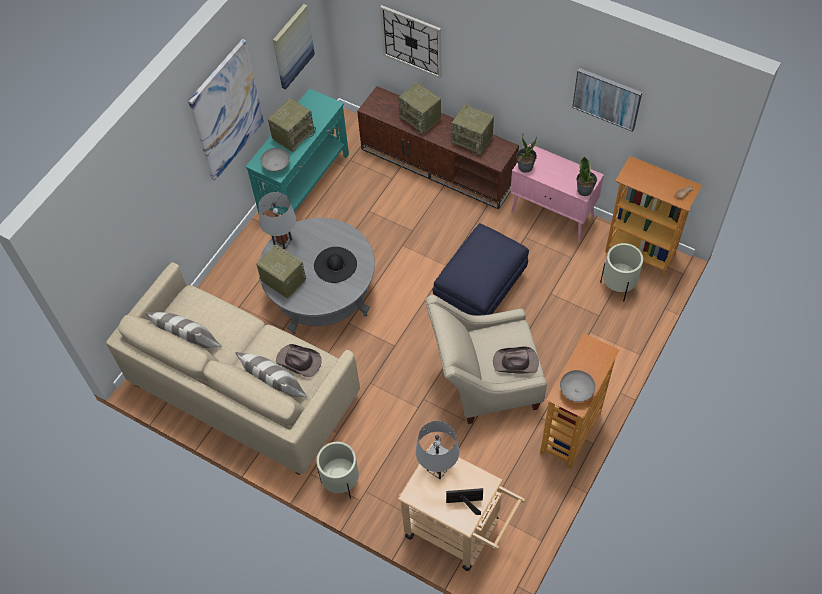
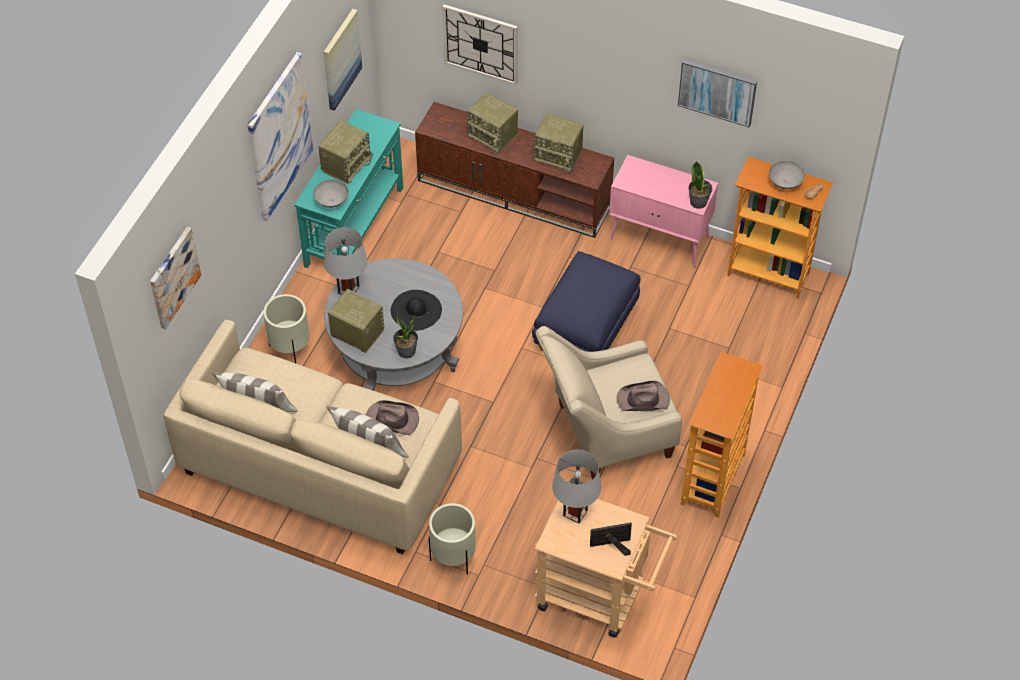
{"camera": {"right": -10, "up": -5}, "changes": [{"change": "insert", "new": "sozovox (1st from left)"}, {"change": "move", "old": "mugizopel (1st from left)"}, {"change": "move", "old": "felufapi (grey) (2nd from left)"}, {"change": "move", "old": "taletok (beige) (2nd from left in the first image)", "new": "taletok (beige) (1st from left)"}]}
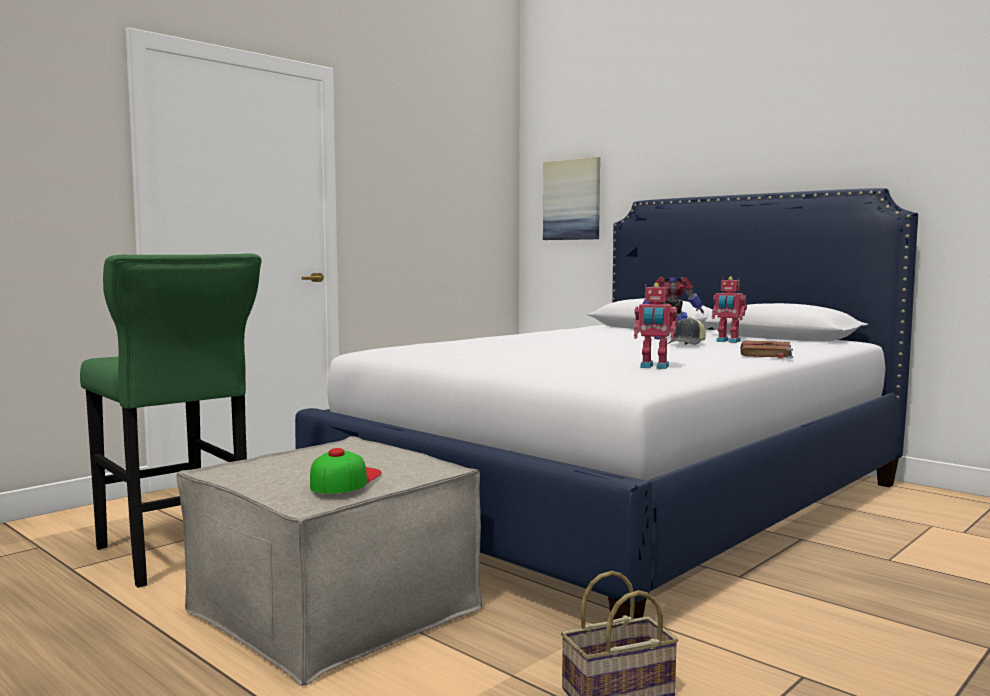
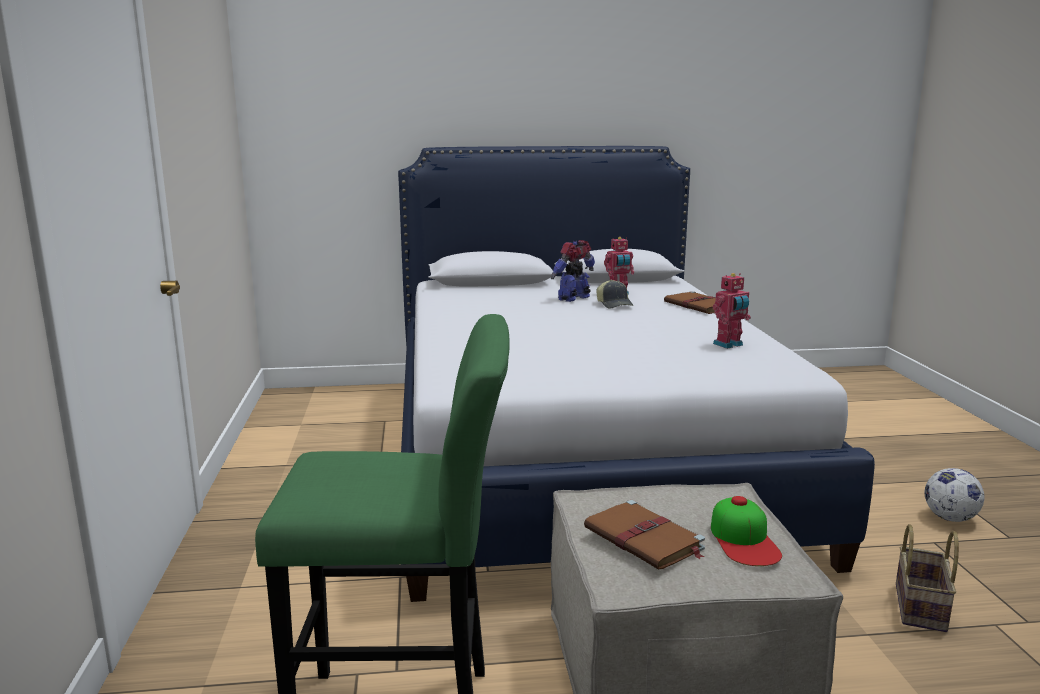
{"camera": {"right": -50, "up": 10}, "changes": [{"change": "delete", "old": "sozovox"}, {"change": "insert", "new": "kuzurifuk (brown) (1st from left)"}, {"change": "insert", "new": "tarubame"}, {"change": "rotate", "old": "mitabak (1st from left in the first image)", "degrees": -150}]}
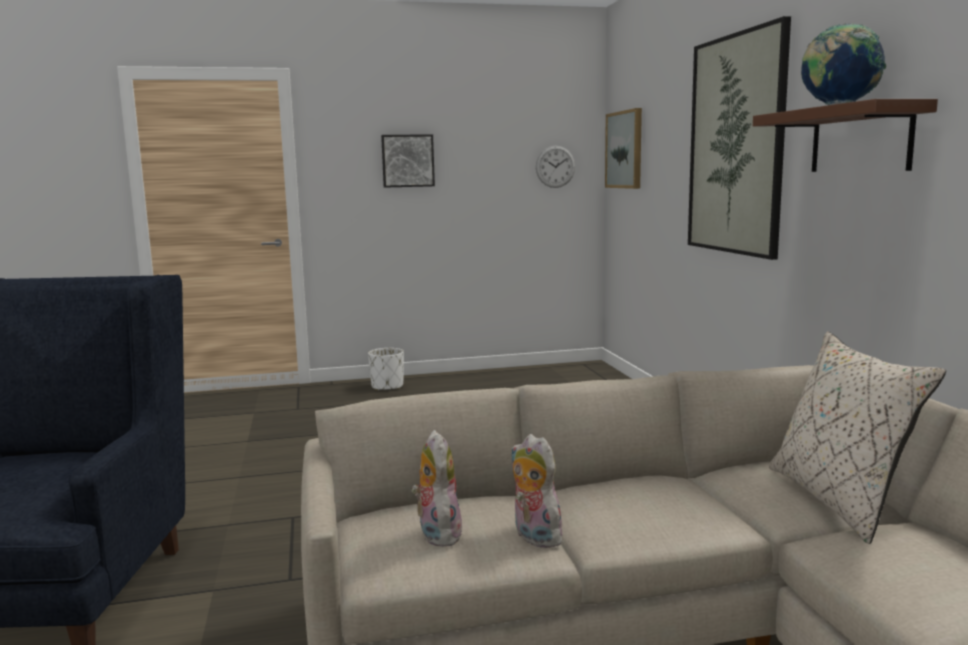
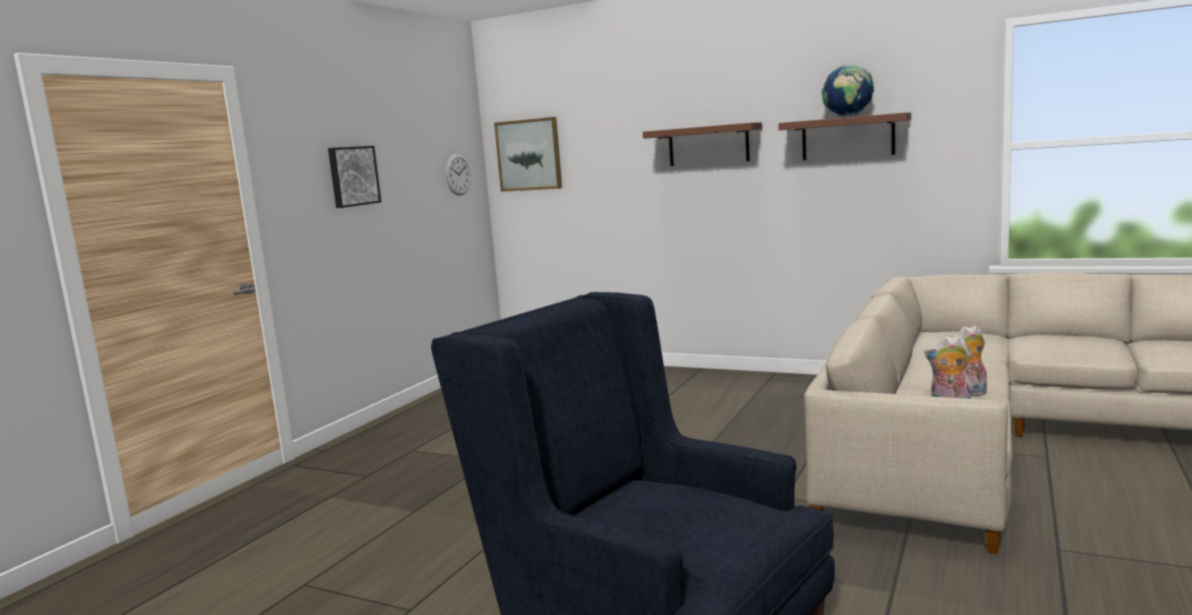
{"camera": {"right": -50, "up": 0}, "changes": [{"change": "delete", "old": "taletok (white)"}, {"change": "delete", "old": "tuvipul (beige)"}, {"change": "replace", "old": "sozovox (3rd from left)", "new": "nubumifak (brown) (1st from left)"}]}
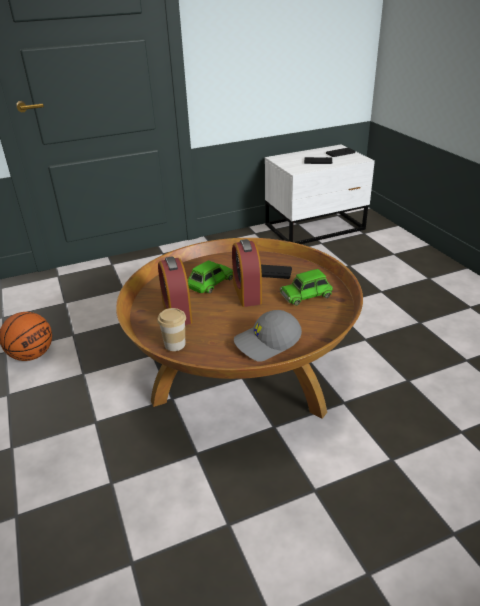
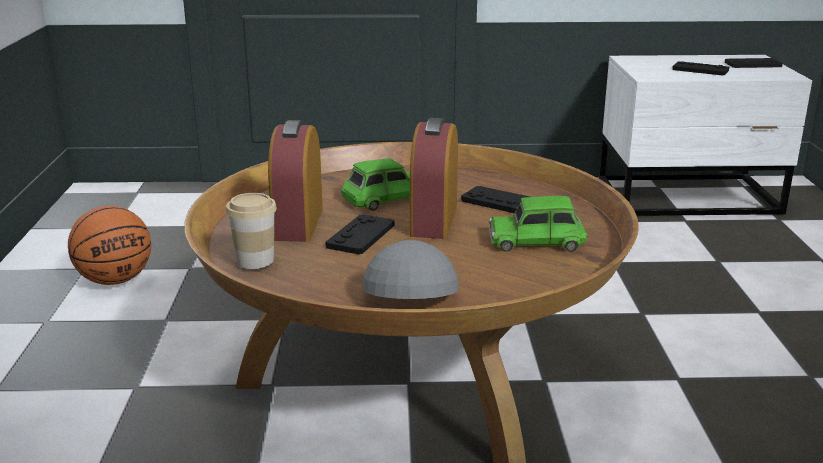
{"camera": {"right": 20, "up": -10}, "changes": [{"change": "insert", "new": "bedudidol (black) (1st from left)"}, {"change": "rotate", "old": "mitabak (grey)", "degrees": 90}]}
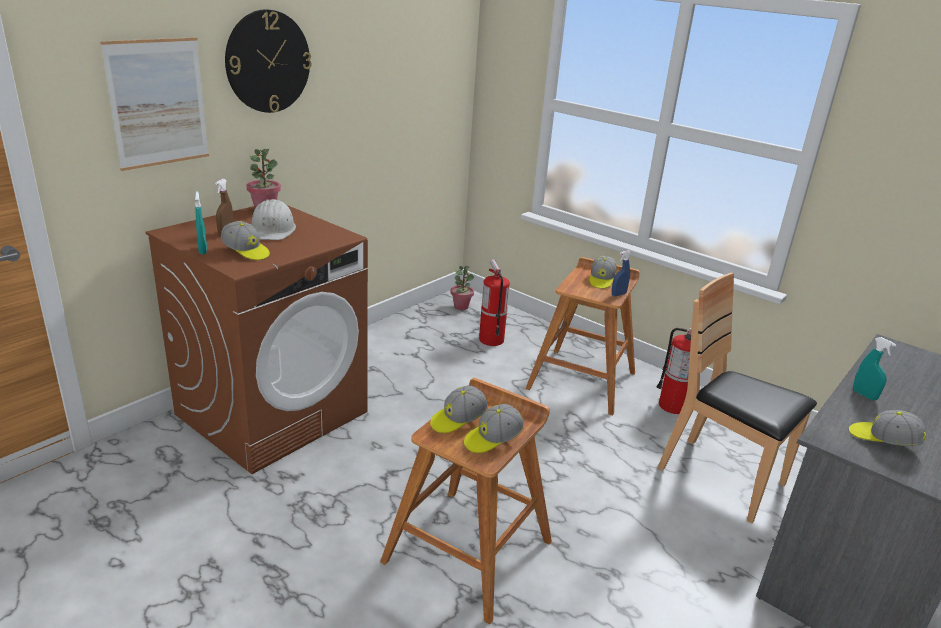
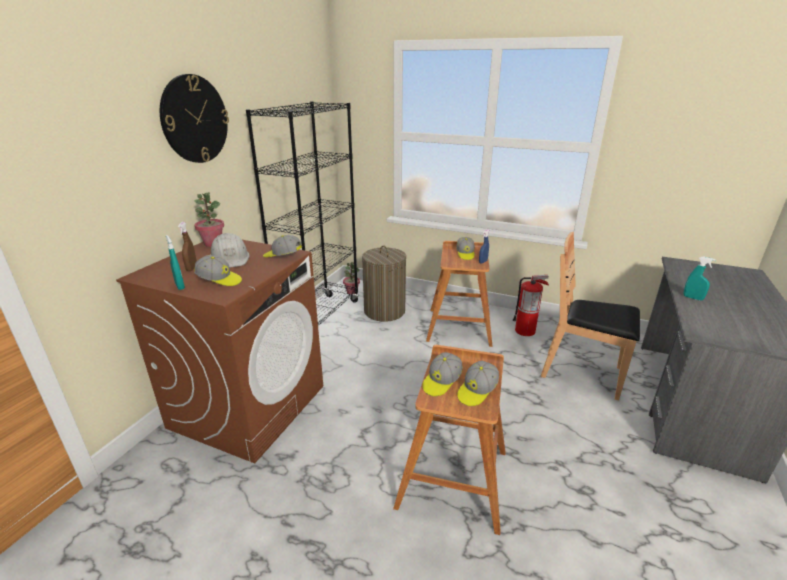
{"camera": {"right": -15, "up": 0}, "changes": [{"change": "delete", "old": "sozovox"}, {"change": "insert", "new": "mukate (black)"}, {"change": "move", "old": "mitabak (5th from left in the first image)", "new": "mitabak (2nd from left)"}, {"change": "replace", "old": "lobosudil (1st from left)", "new": "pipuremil"}]}
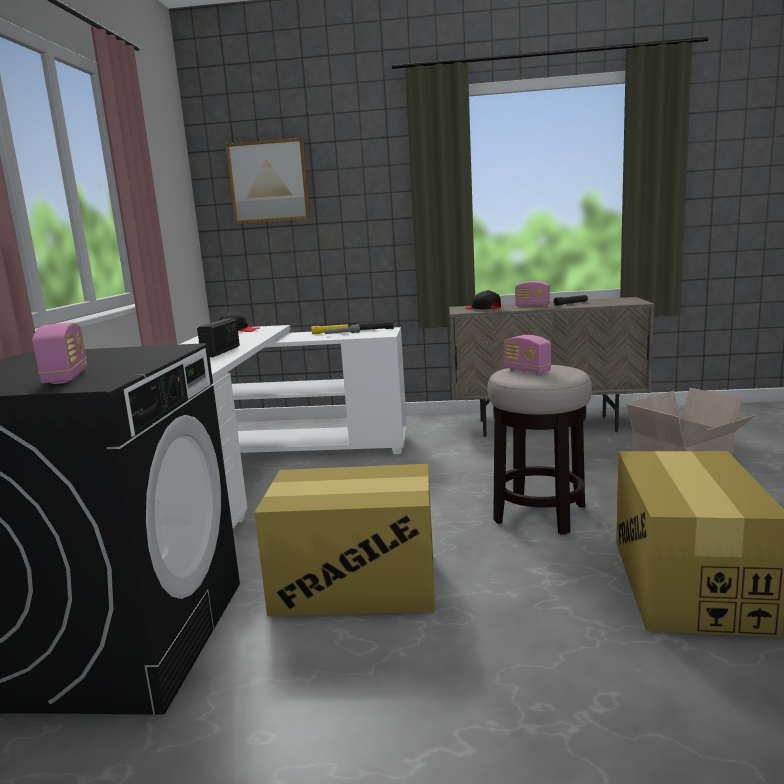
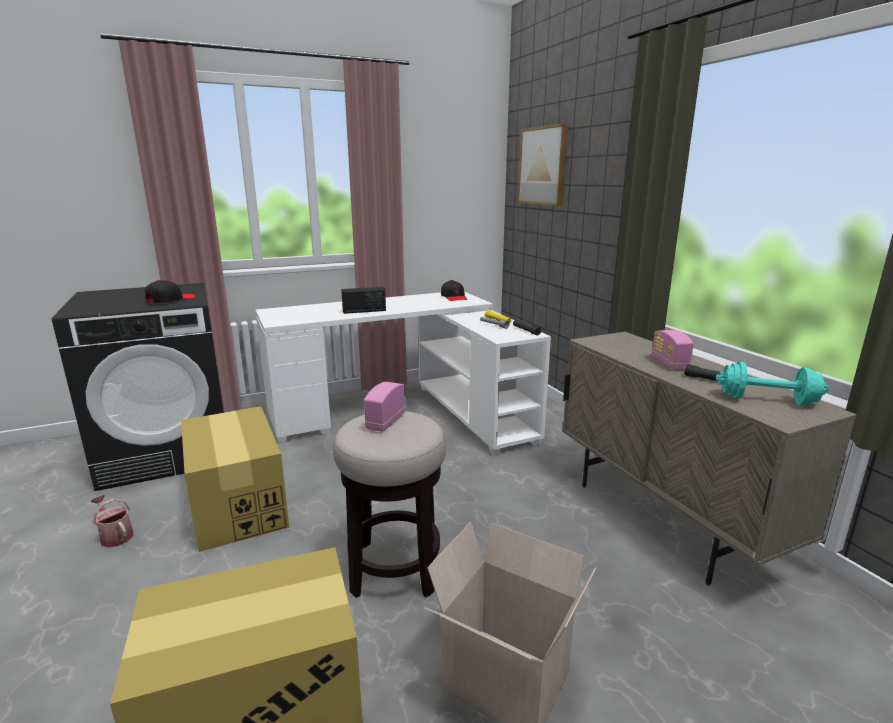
{"camera": {"right": 60, "up": 5}, "changes": [{"change": "delete", "old": "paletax (1st from left)"}, {"change": "insert", "new": "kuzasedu"}, {"change": "insert", "new": "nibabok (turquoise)"}, {"change": "move", "old": "mitabak (black) (2nd from left in the first image)", "new": "mitabak (black) (1st from left)"}]}
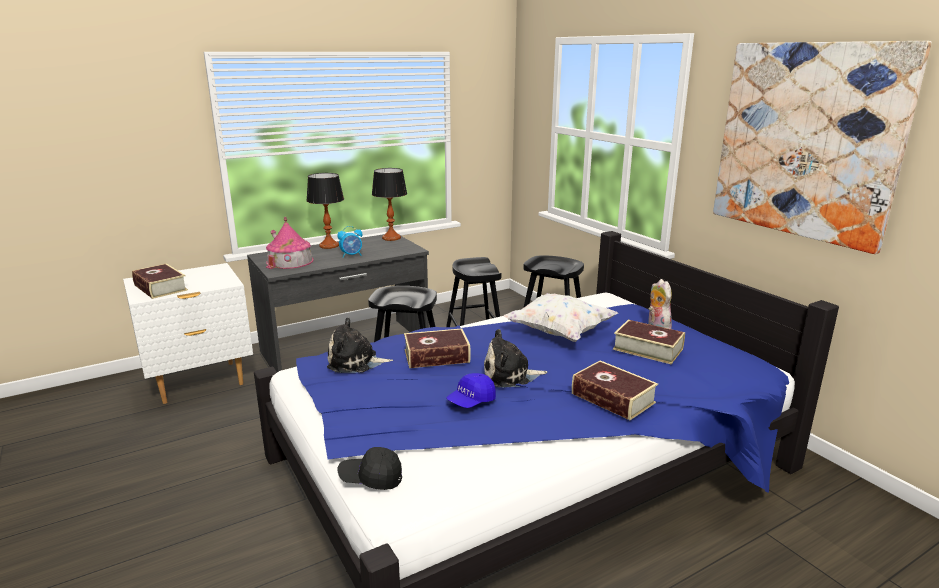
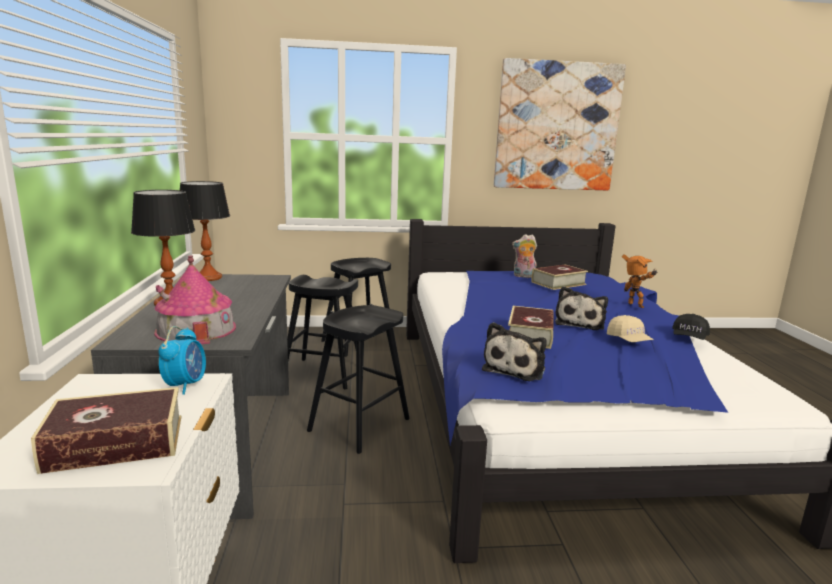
{"camera": {"right": -65, "up": -5}, "changes": [{"change": "delete", "old": "tuvipul (white)"}, {"change": "move", "old": "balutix"}, {"change": "move", "old": "mitabak (black)"}, {"change": "replace", "old": "kuzurifuk (3rd from left)", "new": "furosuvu"}, {"change": "recolor", "old": "mitabak (blue)", "new": "mitabak (beige)"}]}
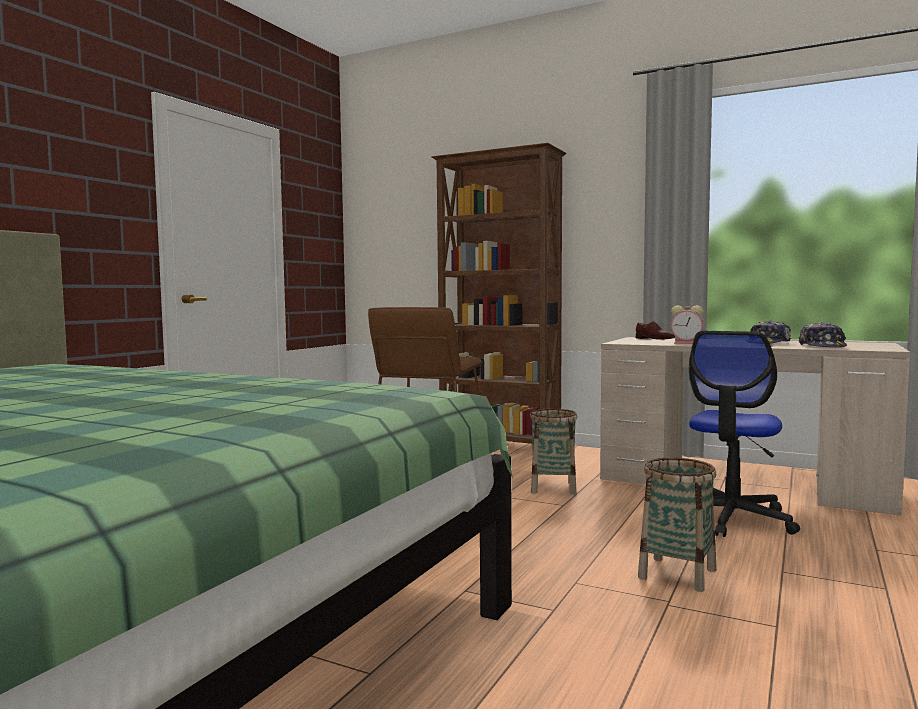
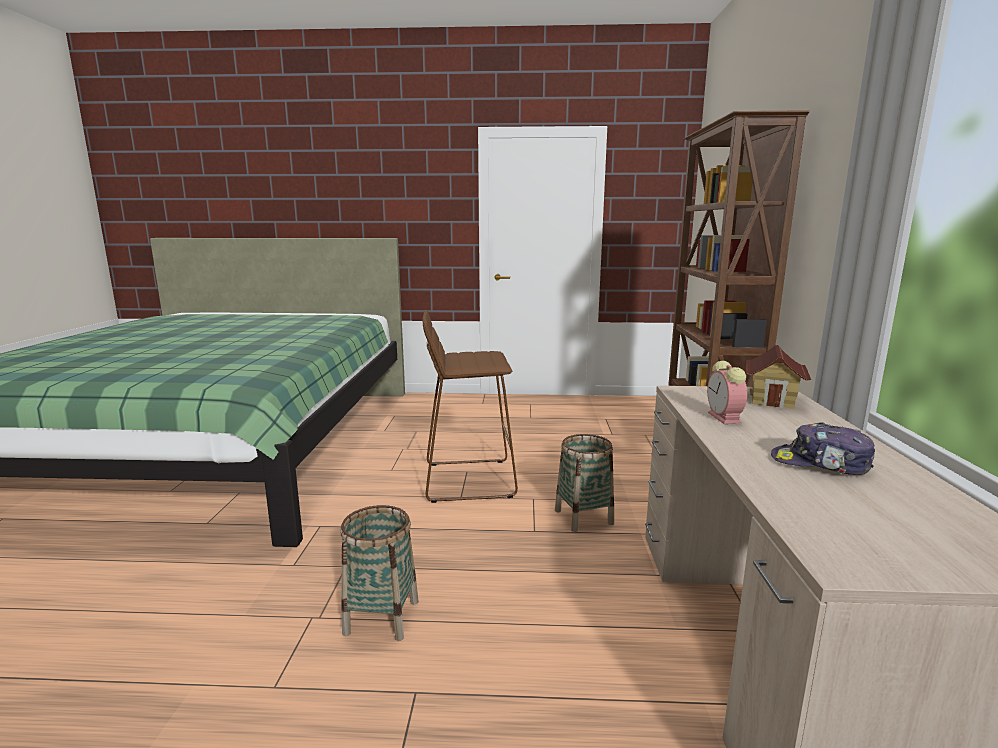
{"camera": {"right": 65, "up": 10}, "changes": [{"change": "delete", "old": "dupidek"}, {"change": "delete", "old": "mitabak (2nd from left)"}, {"change": "replace", "old": "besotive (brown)", "new": "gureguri"}]}
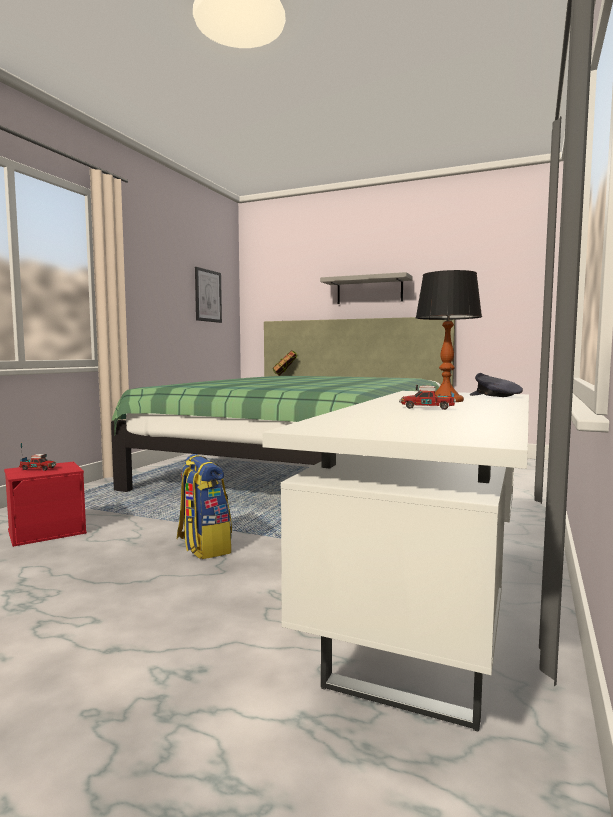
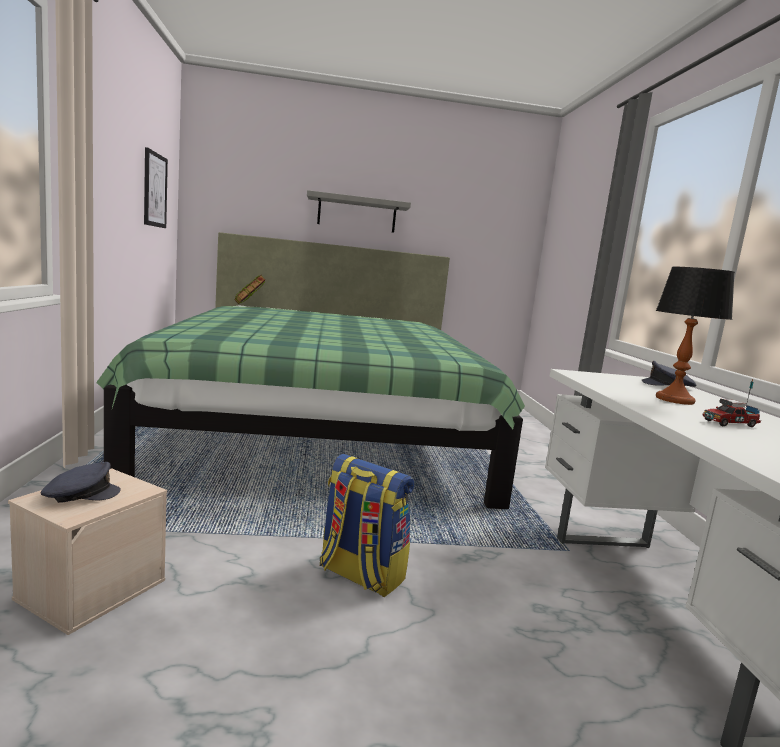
{"camera": {"right": -30, "up": 5}, "changes": [{"change": "replace", "old": "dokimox (1st from left)", "new": "mitabak (grey) (1st from left)"}, {"change": "recolor", "old": "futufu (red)", "new": "futufu (beige)"}]}
